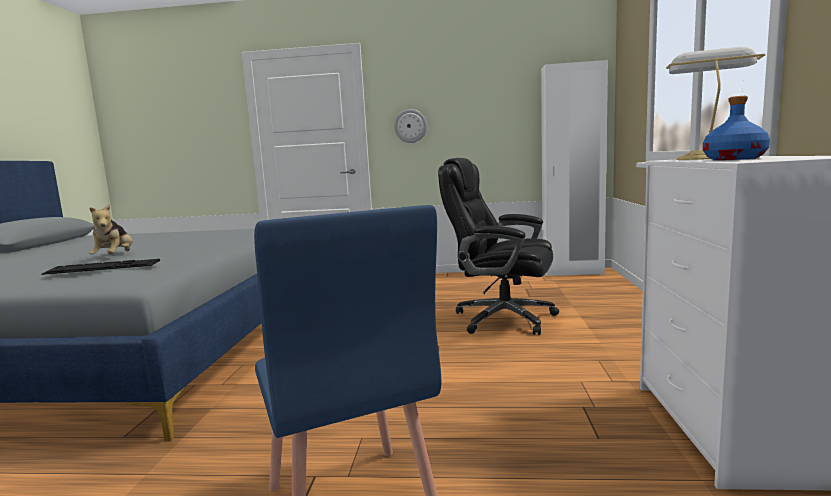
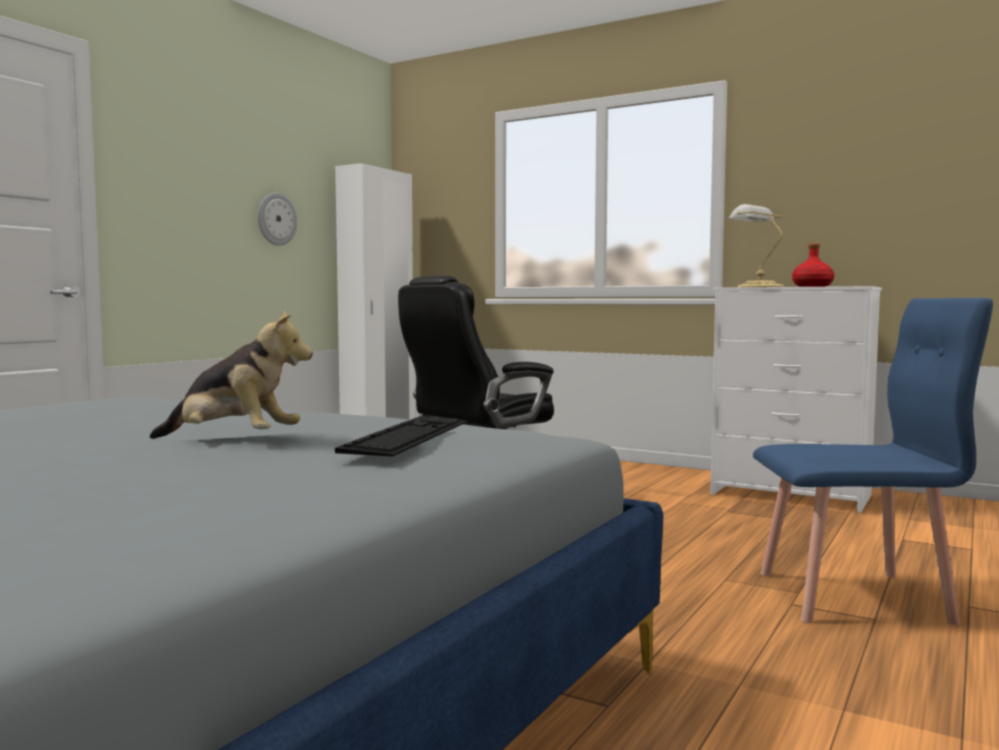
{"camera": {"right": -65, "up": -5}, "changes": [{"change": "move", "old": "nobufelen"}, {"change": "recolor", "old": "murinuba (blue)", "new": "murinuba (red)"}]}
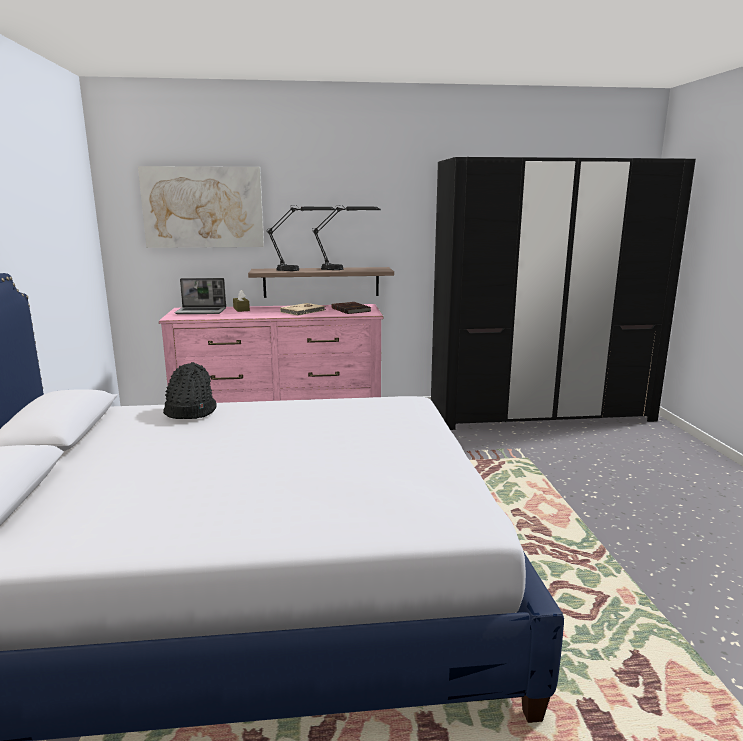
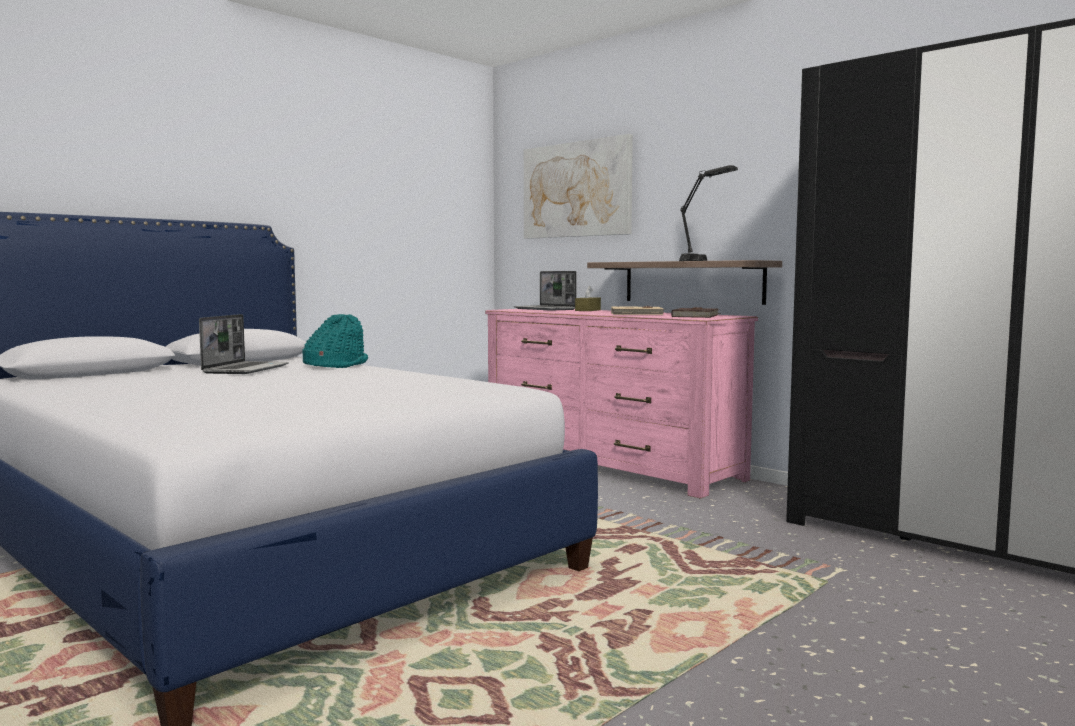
{"camera": {"right": 50, "up": -10}, "changes": [{"change": "delete", "old": "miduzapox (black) (1st from left)"}, {"change": "insert", "new": "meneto (1st from left)"}, {"change": "recolor", "old": "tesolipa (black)", "new": "tesolipa (turquoise)"}]}
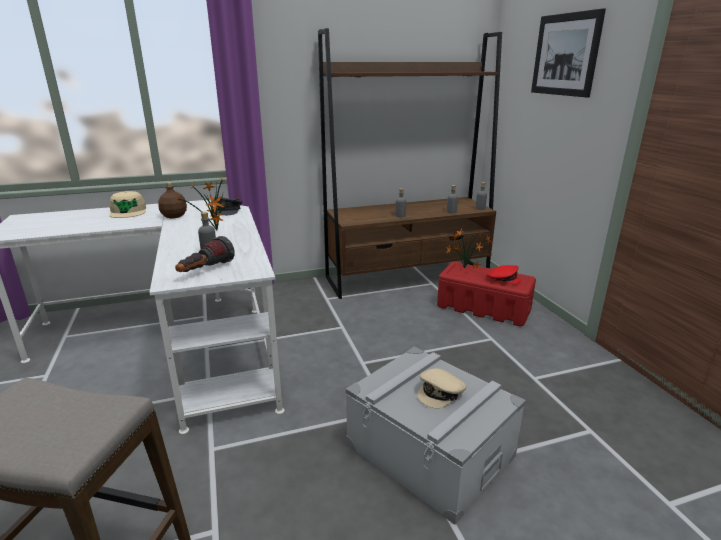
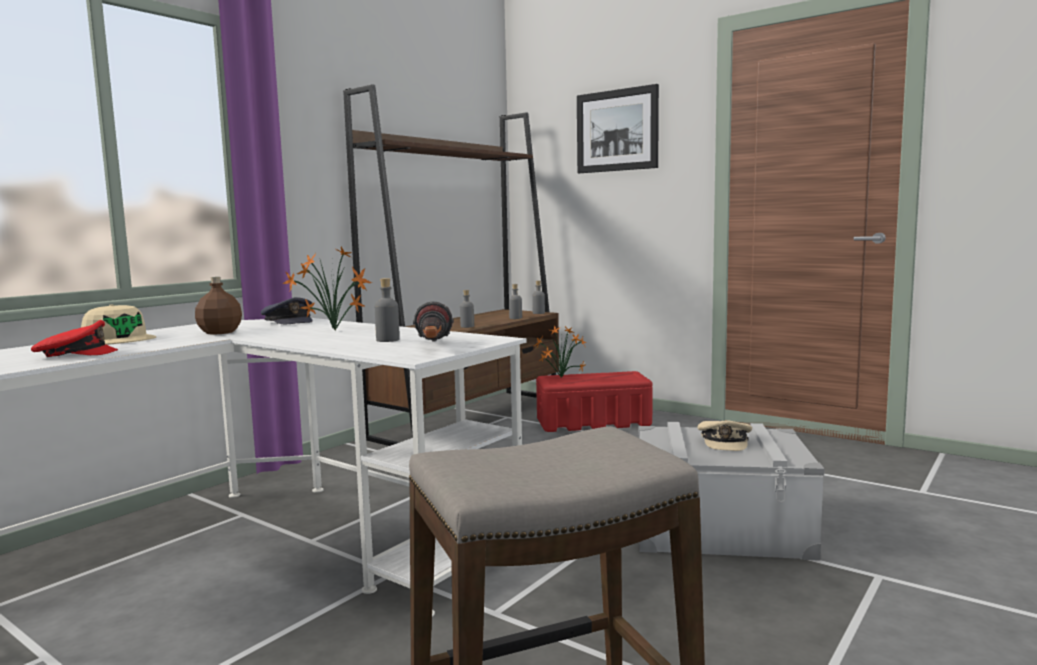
{"camera": {"right": -35, "up": -15}, "changes": [{"change": "move", "old": "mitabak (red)"}]}
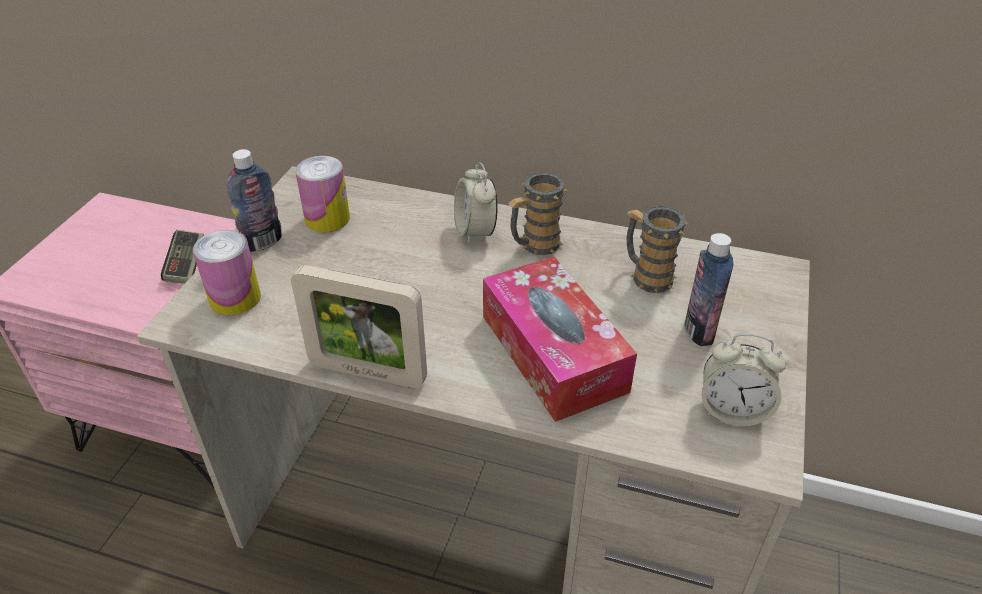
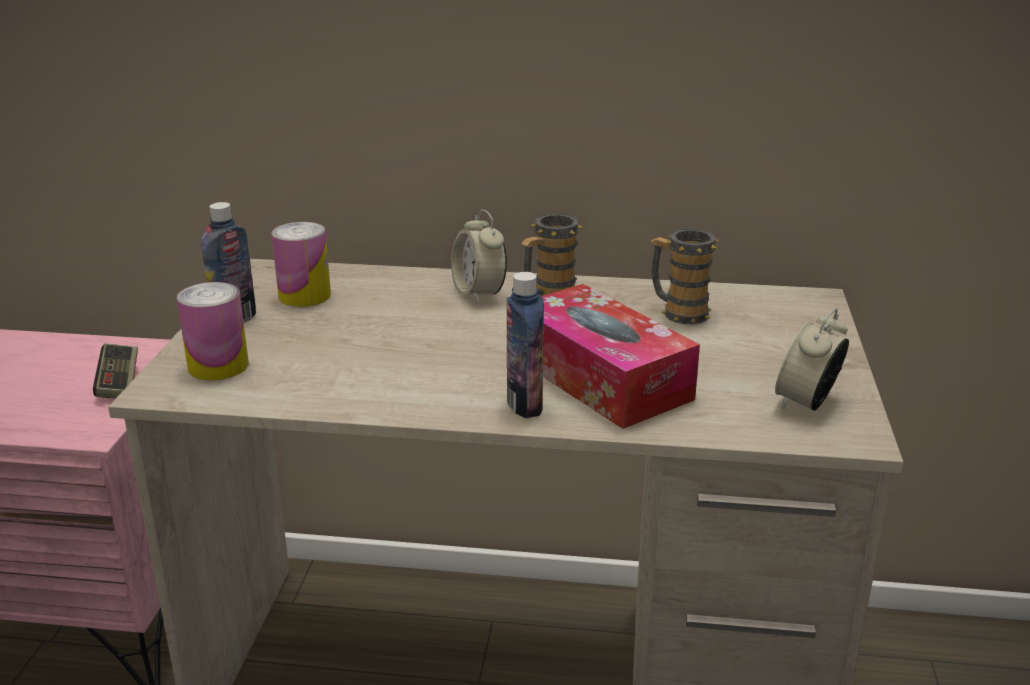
{"camera": {"right": -10, "up": -15}, "changes": [{"change": "delete", "old": "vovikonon"}, {"change": "move", "old": "murinuba (2nd from left)"}, {"change": "rotate", "old": "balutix (2nd from left)", "degrees": 120}]}
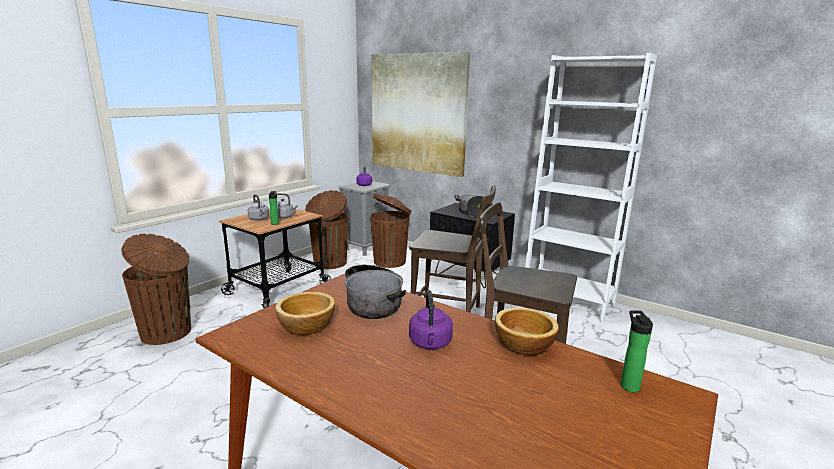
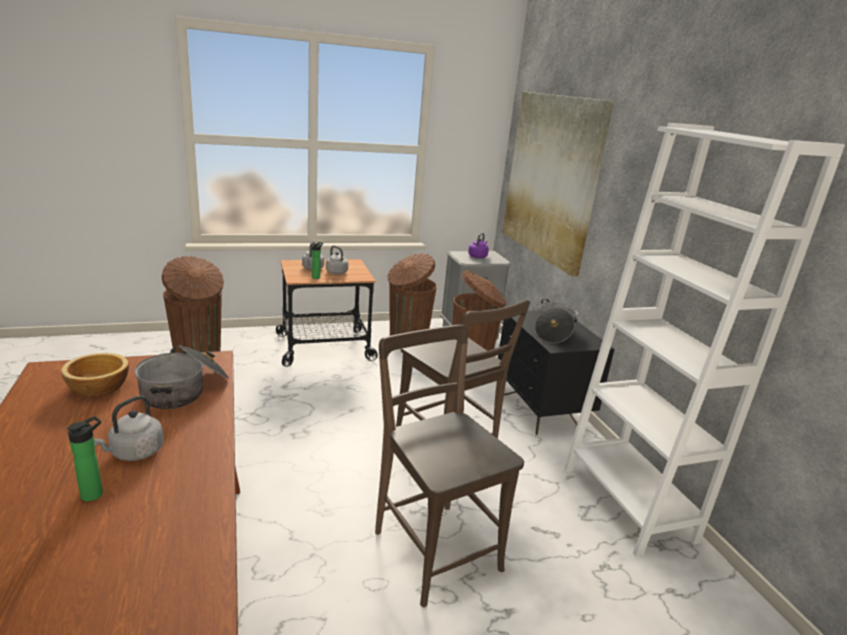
{"camera": {"right": 35, "up": 5}, "changes": [{"change": "delete", "old": "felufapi (2nd from left)"}, {"change": "move", "old": "murinuba (2nd from left in the first image)", "new": "murinuba (1st from left)"}, {"change": "recolor", "old": "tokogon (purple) (2nd from left)", "new": "tokogon (grey) (1st from left)"}]}
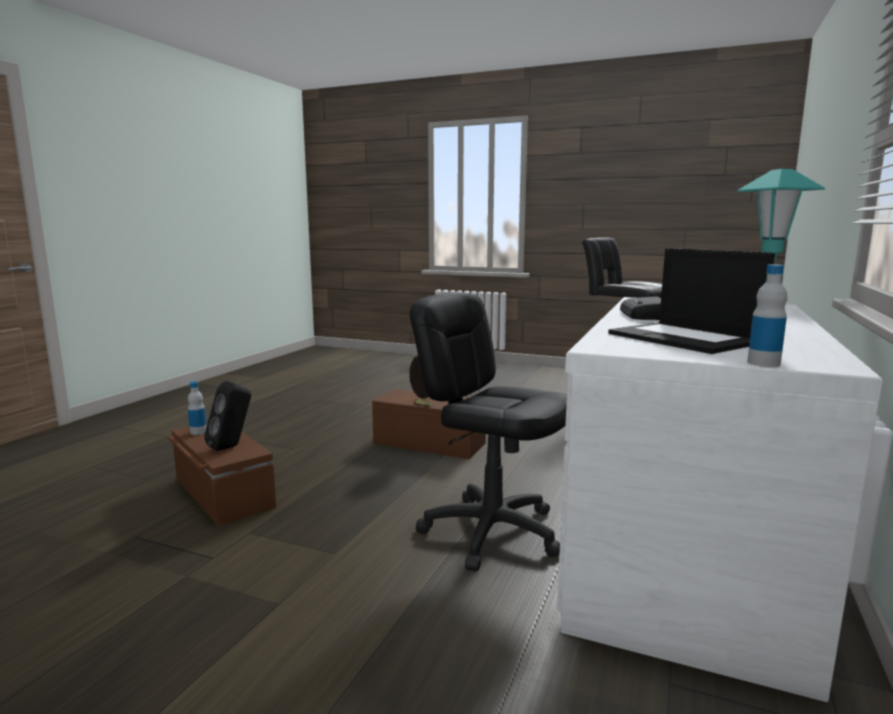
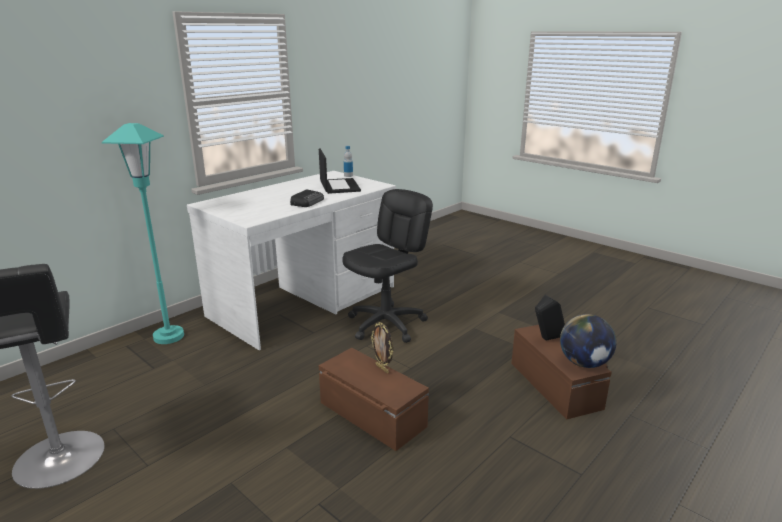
{"camera": {"right": -160, "up": 10}, "changes": [{"change": "replace", "old": "murinuba (1st from left)", "new": "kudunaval"}, {"change": "rotate", "old": "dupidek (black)", "degrees": -105}]}
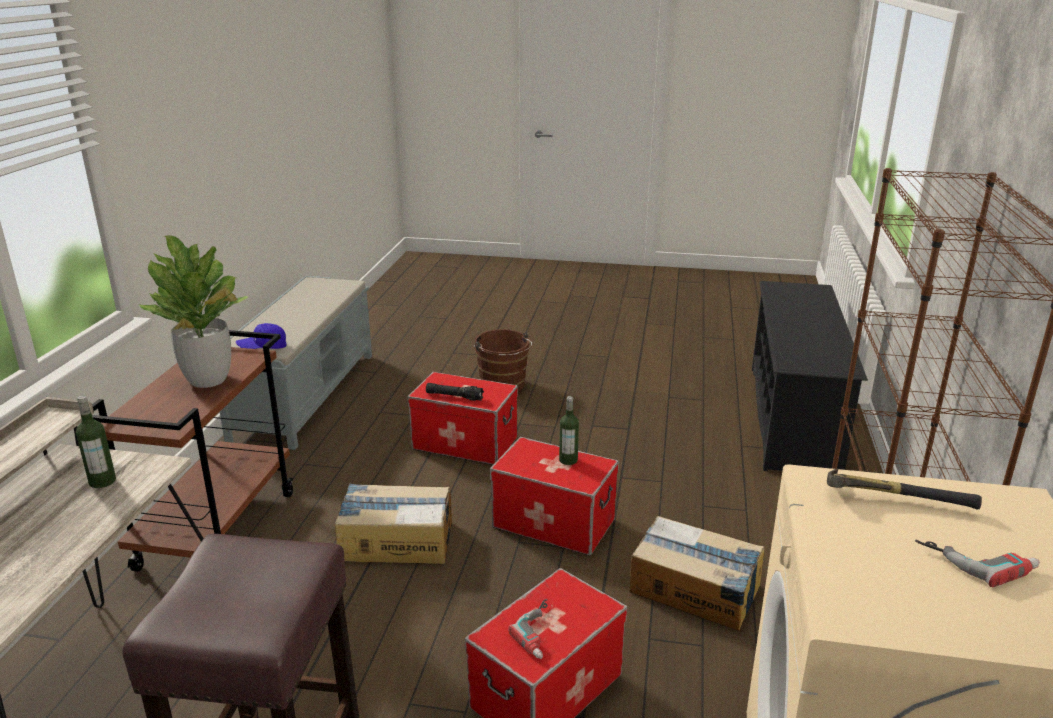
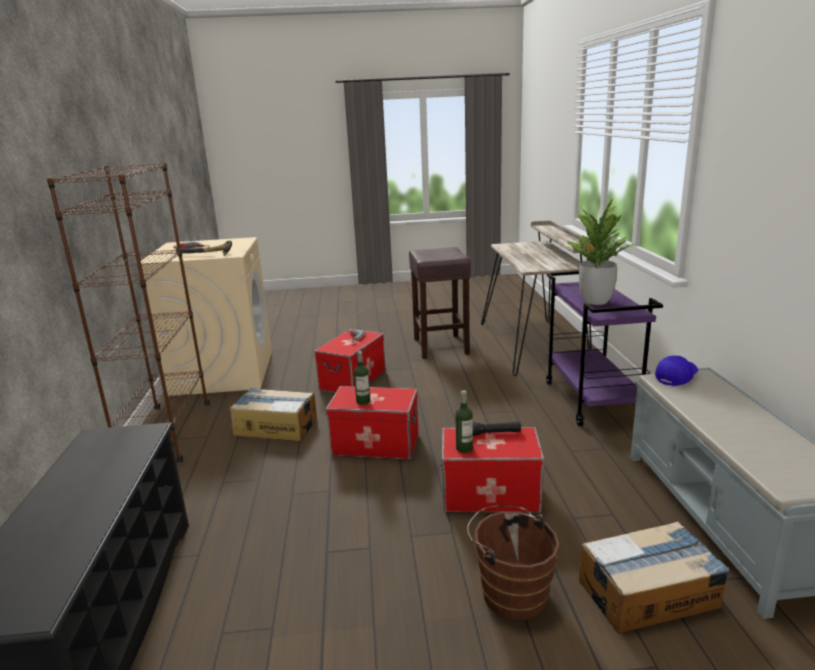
{"camera": {"right": 165, "up": -5}, "changes": [{"change": "move", "old": "murinuba (1st from left in the first image)", "new": "murinuba (2nd from left)"}, {"change": "move", "old": "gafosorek (1st from left in the first image)", "new": "gafosorek (2nd from left)"}, {"change": "recolor", "old": "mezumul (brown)", "new": "mezumul (purple)"}]}
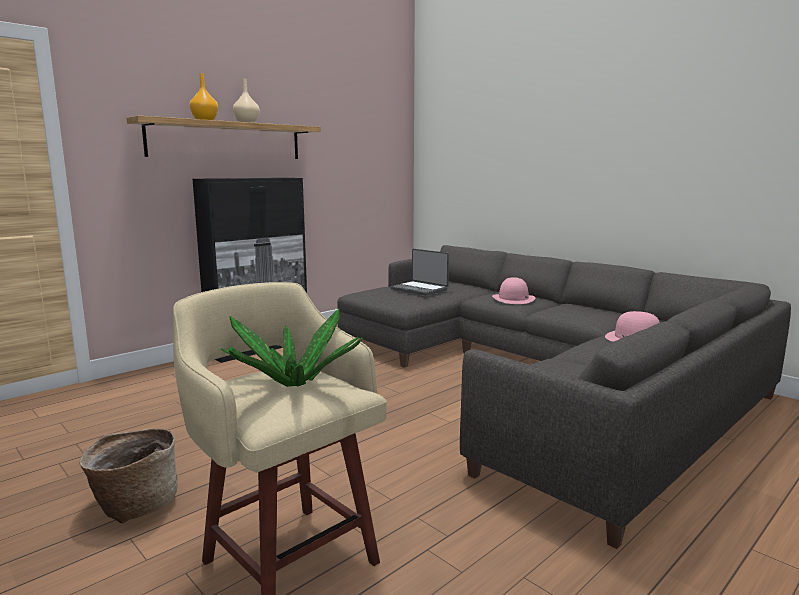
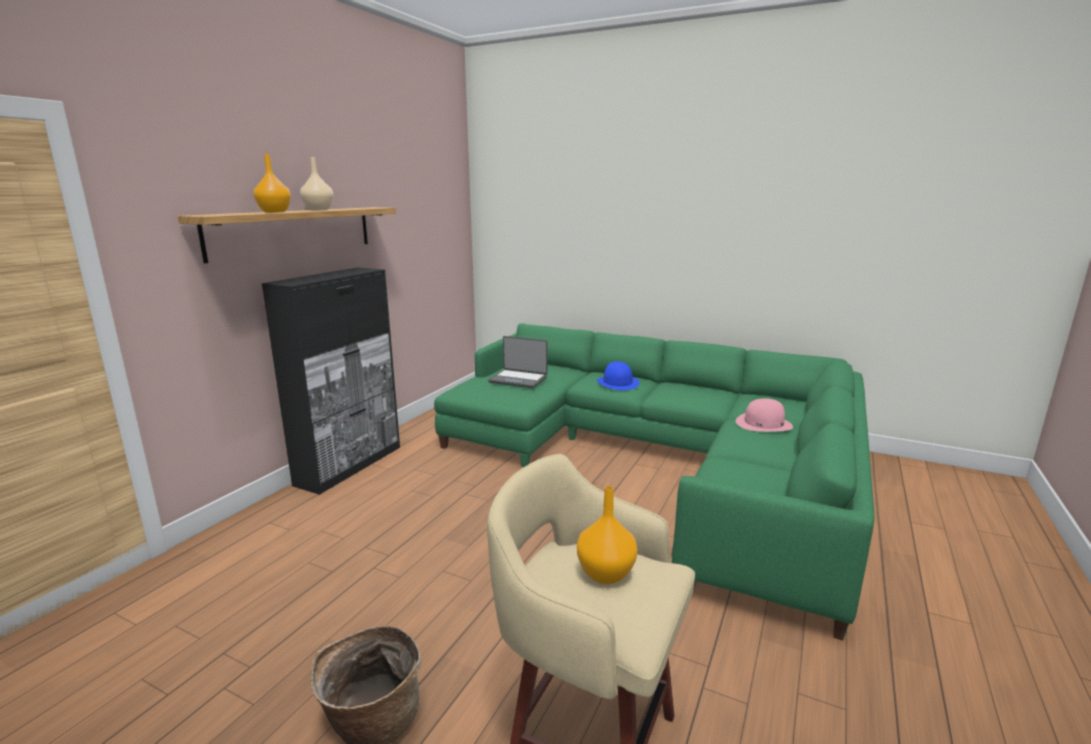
{"camera": {"right": -20, "up": 5}, "changes": [{"change": "replace", "old": "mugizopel", "new": "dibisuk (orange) (2nd from left)"}, {"change": "recolor", "old": "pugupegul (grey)", "new": "pugupegul (green)"}, {"change": "recolor", "old": "tesolipa (pink) (1st from left)", "new": "tesolipa (blue)"}]}
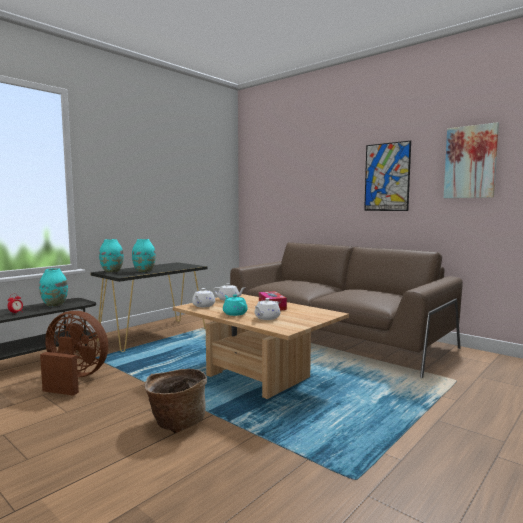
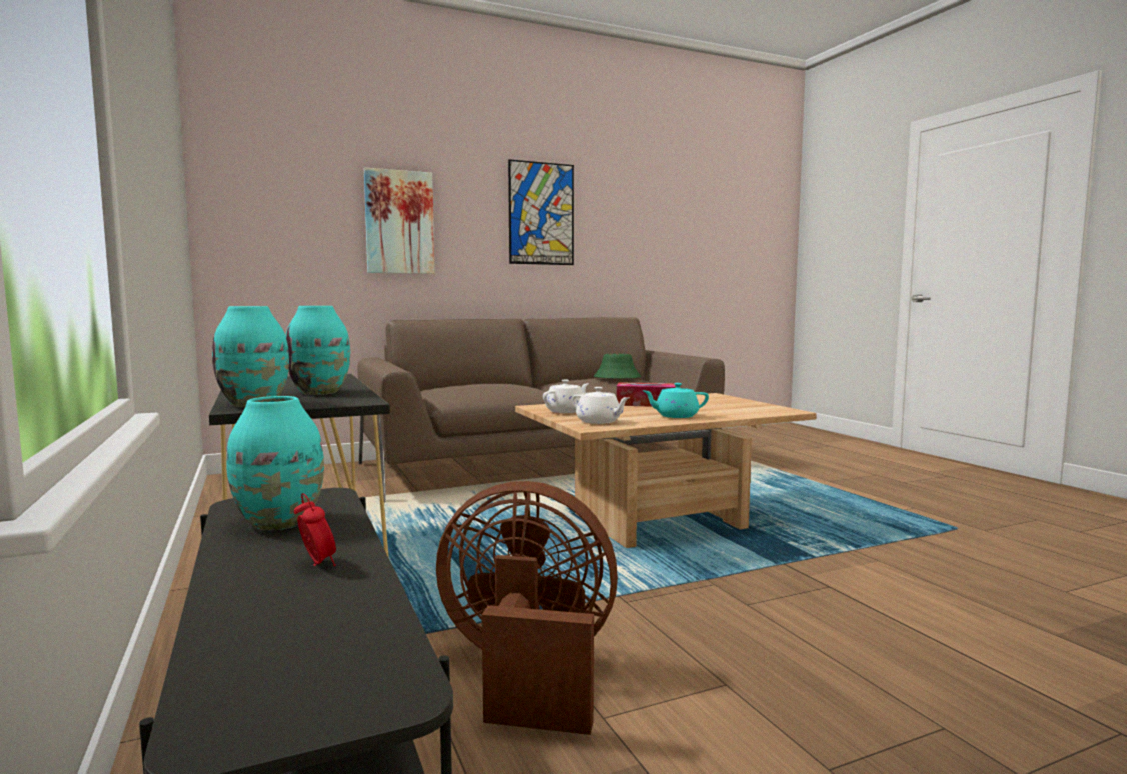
{"camera": {"right": -65, "up": 0}, "changes": [{"change": "delete", "old": "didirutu"}, {"change": "delete", "old": "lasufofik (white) (3rd from left)"}, {"change": "insert", "new": "tesolipa (green)"}, {"change": "move", "old": "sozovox (2nd from left in the first image)", "new": "sozovox (1st from left)"}, {"change": "rotate", "old": "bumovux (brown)", "degrees": 60}]}
